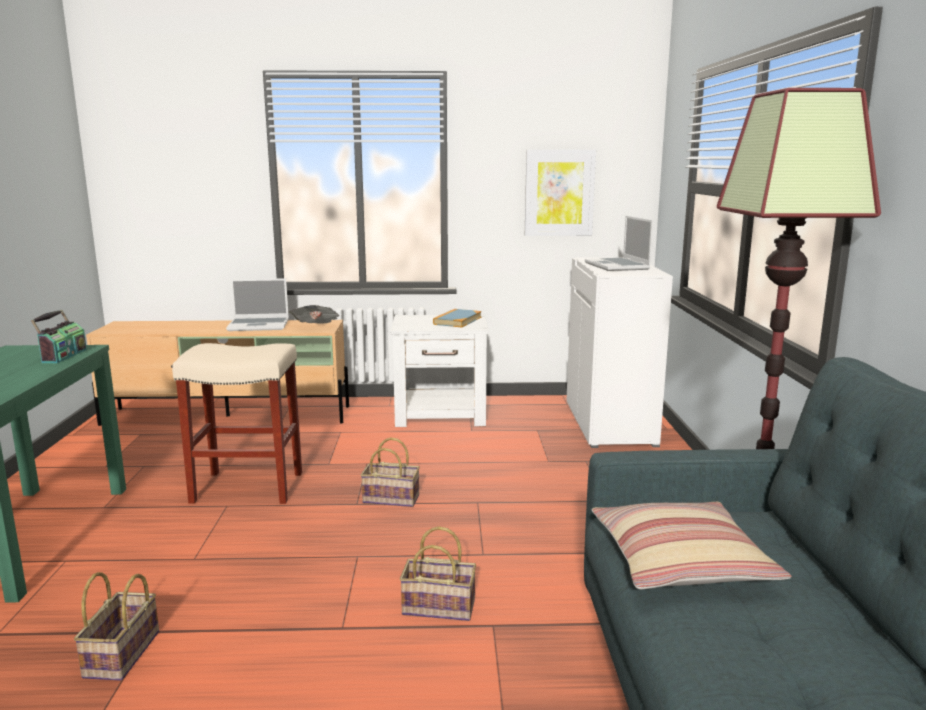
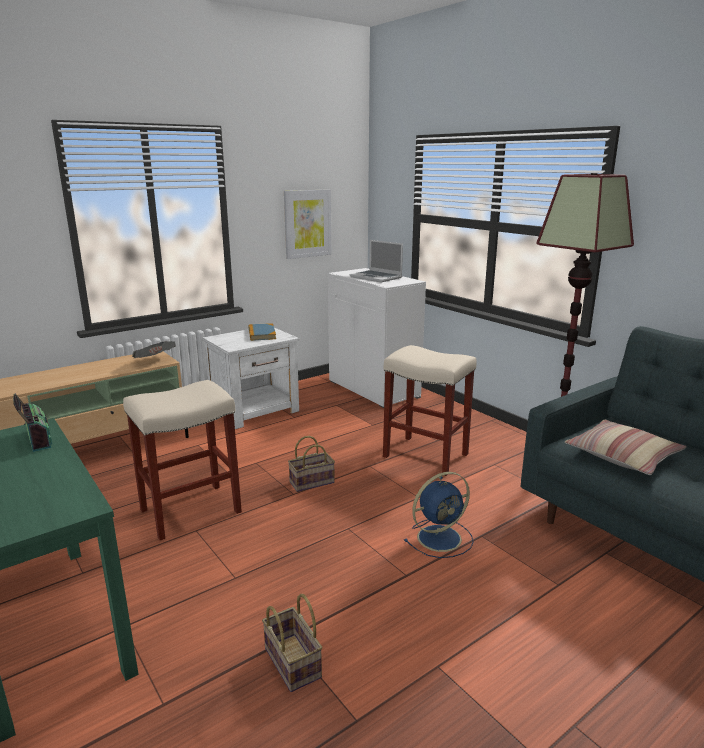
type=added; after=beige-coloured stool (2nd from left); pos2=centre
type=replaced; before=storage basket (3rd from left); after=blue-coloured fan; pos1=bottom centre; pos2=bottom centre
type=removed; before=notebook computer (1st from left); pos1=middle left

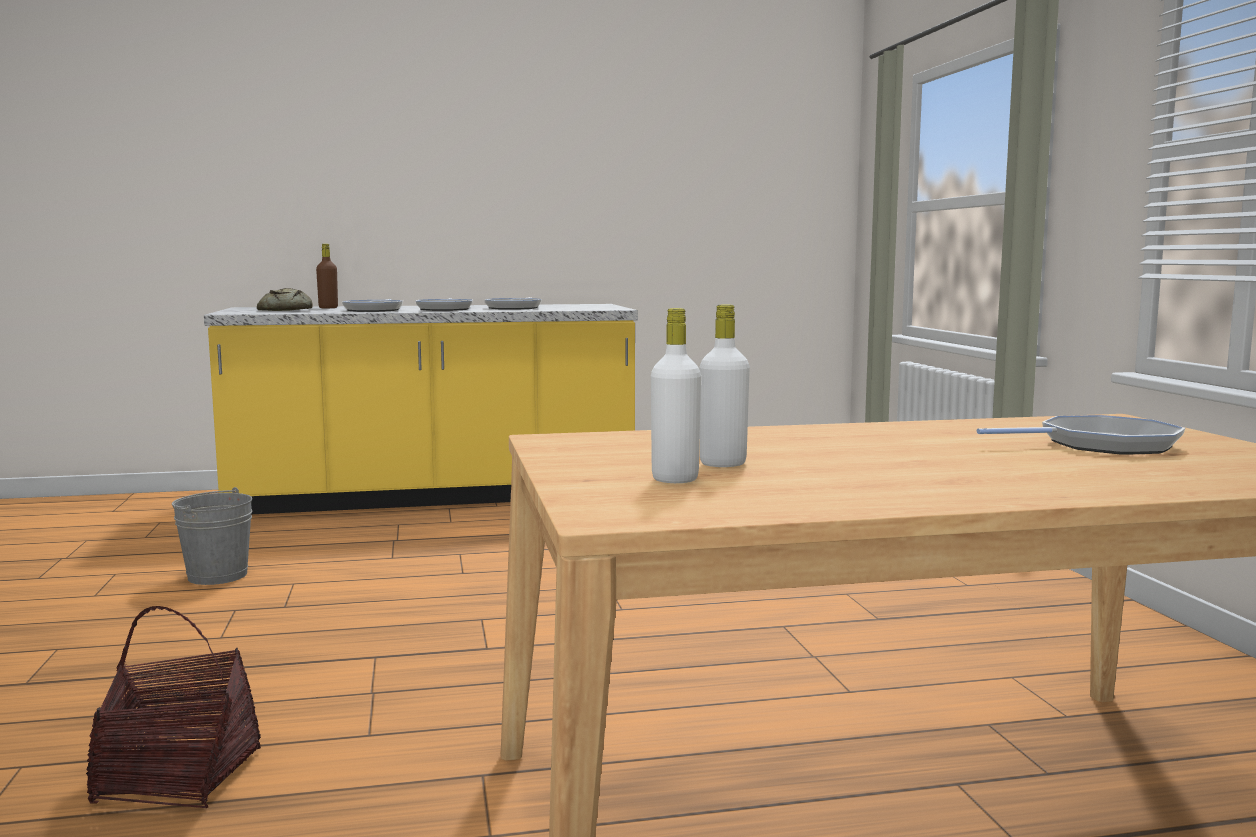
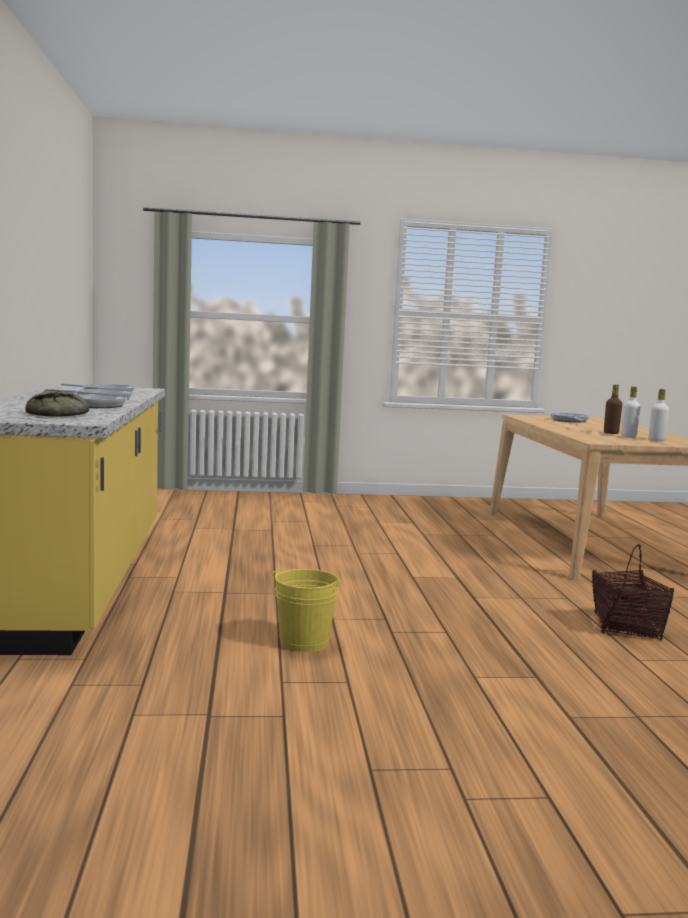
type=recoloured; before=grey pail; after=yellowish pail; pos1=middle left; pos2=centre
type=moved; before=brown-coloured beverage bottle; pos1=top left; pos2=middle right

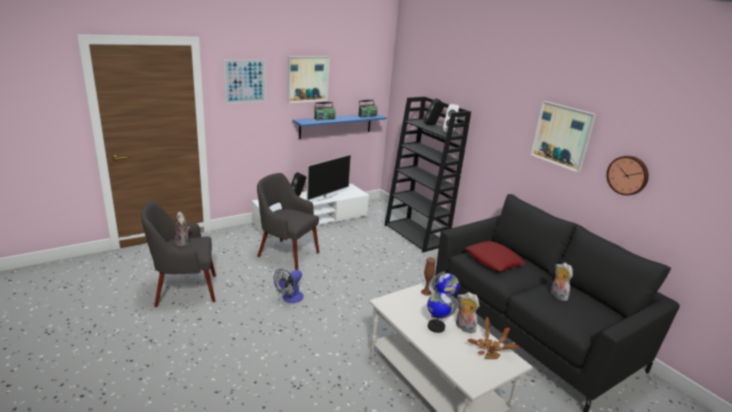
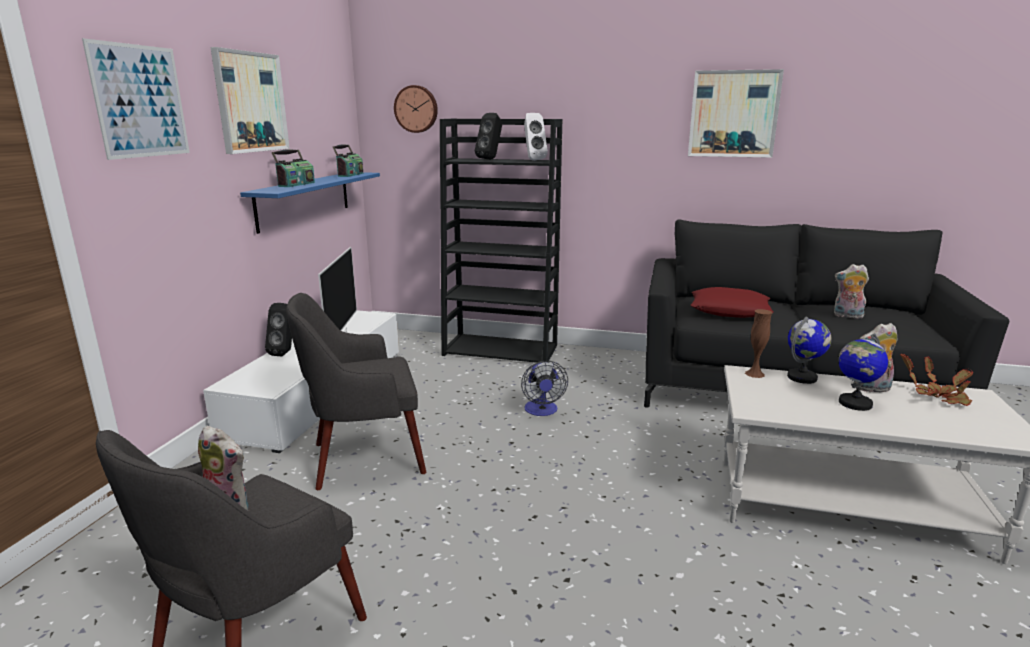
type=moved; before=wall clock; pos1=middle right; pos2=top centre
type=moved; before=fan; pos1=bottom centre; pos2=centre

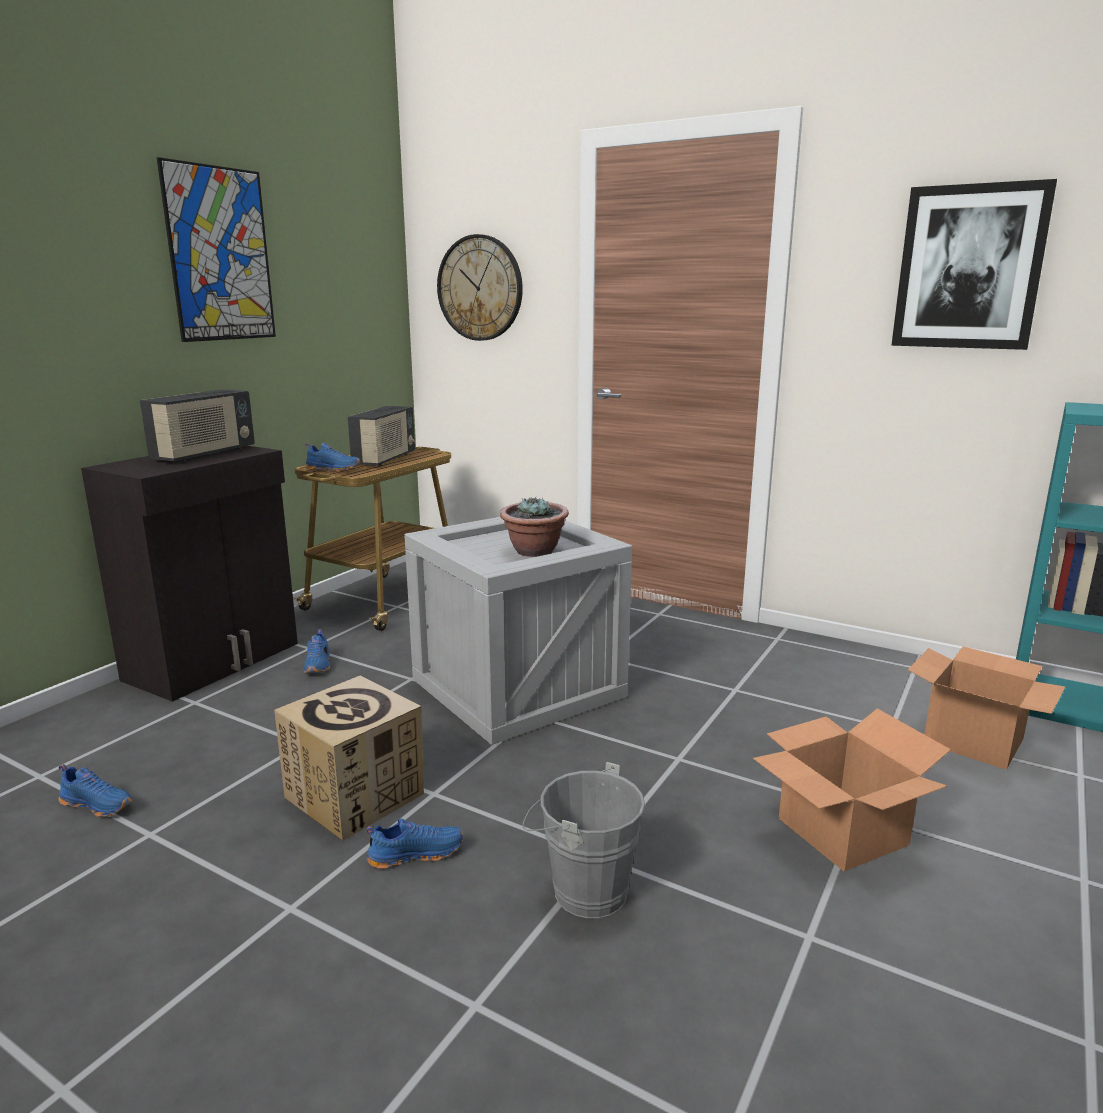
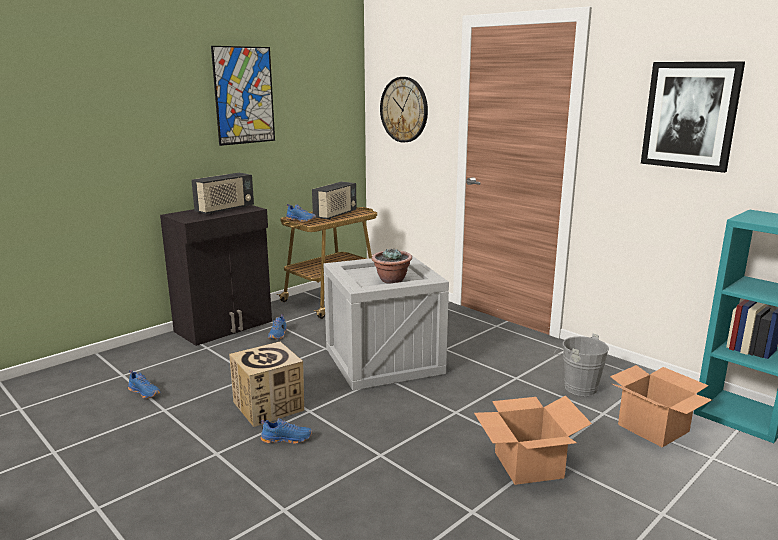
type=moved; before=grey pail; pos1=bottom centre; pos2=bottom right

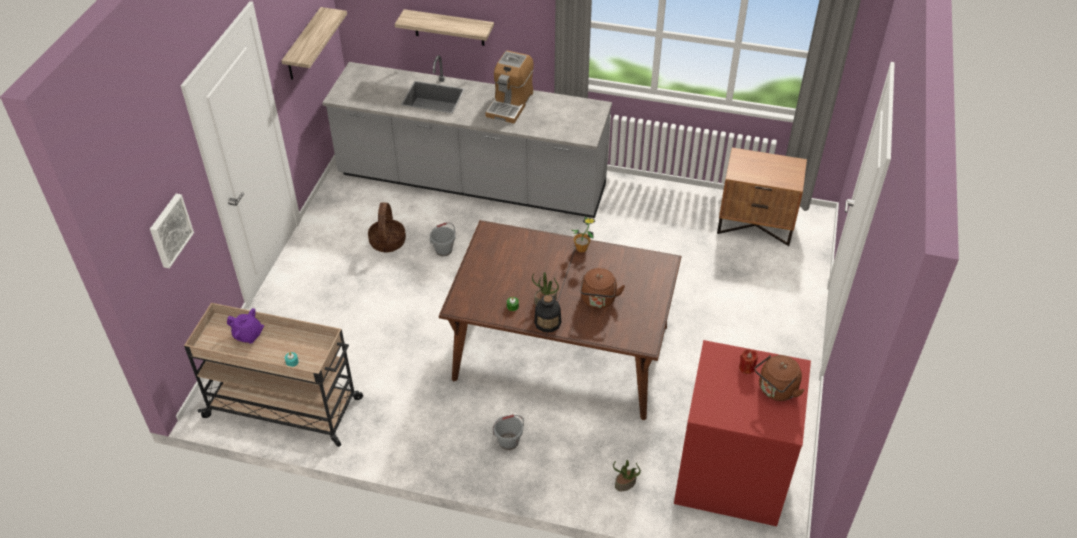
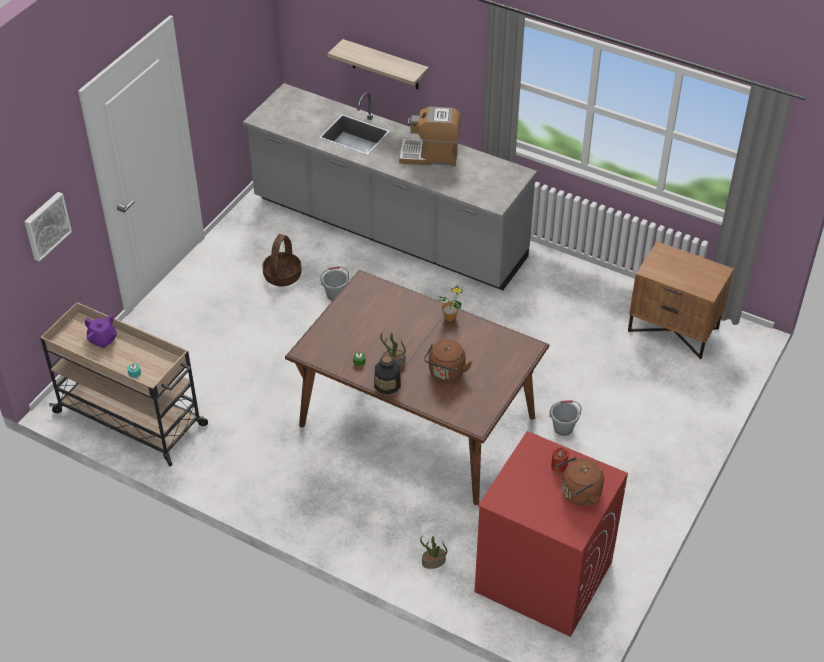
type=turned; before=coffee machine; pos1=top centre; pos2=top centre; turn=60
type=moved; before=grey pail (2nd from left); pos1=bottom centre; pos2=middle right
type=removed; before=wall shelf (1st from left); pos1=top left

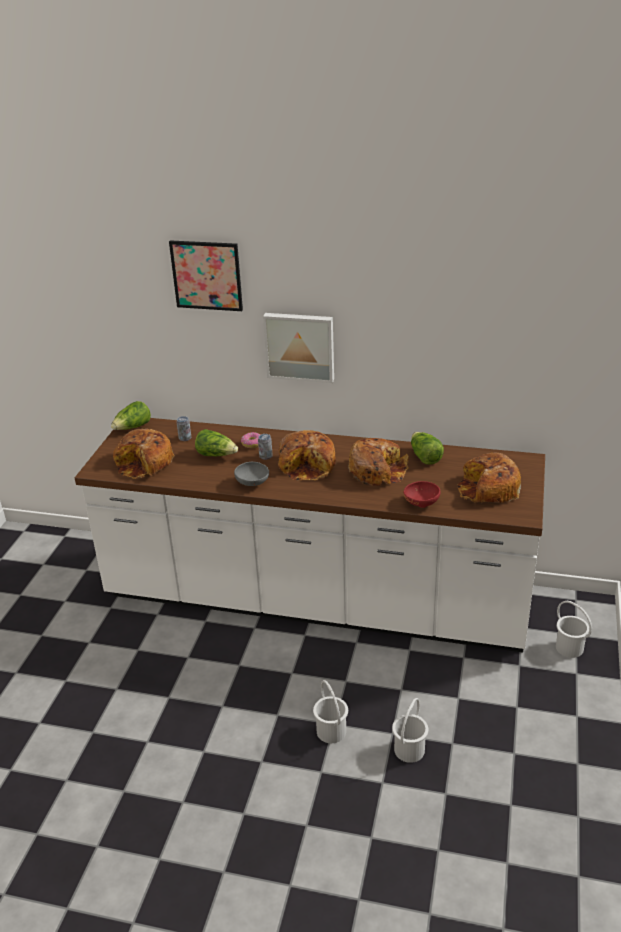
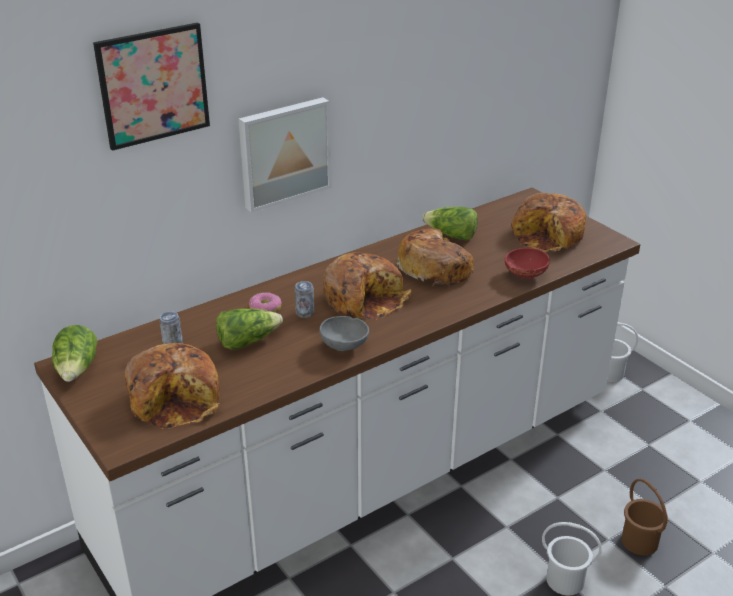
type=recoloured; before=white pail (2nd from left); after=brown-coloured pail; pos1=bottom centre; pos2=bottom right

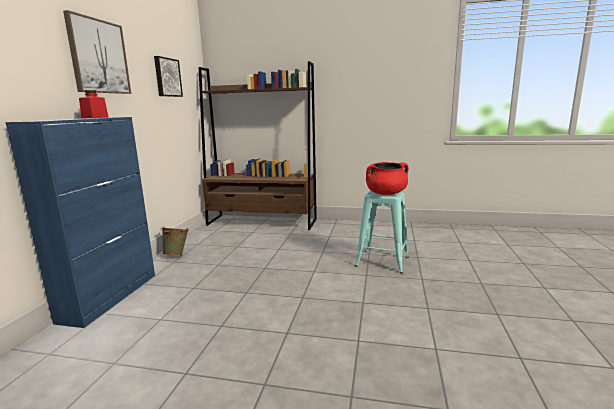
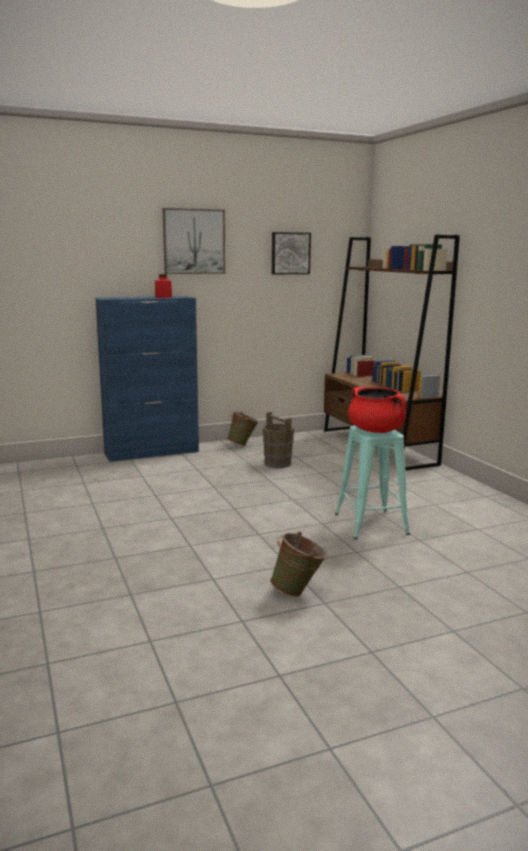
type=added; after=brown-coloured pail; pos2=centre
type=added; after=greenish pail (2nd from left); pos2=centre

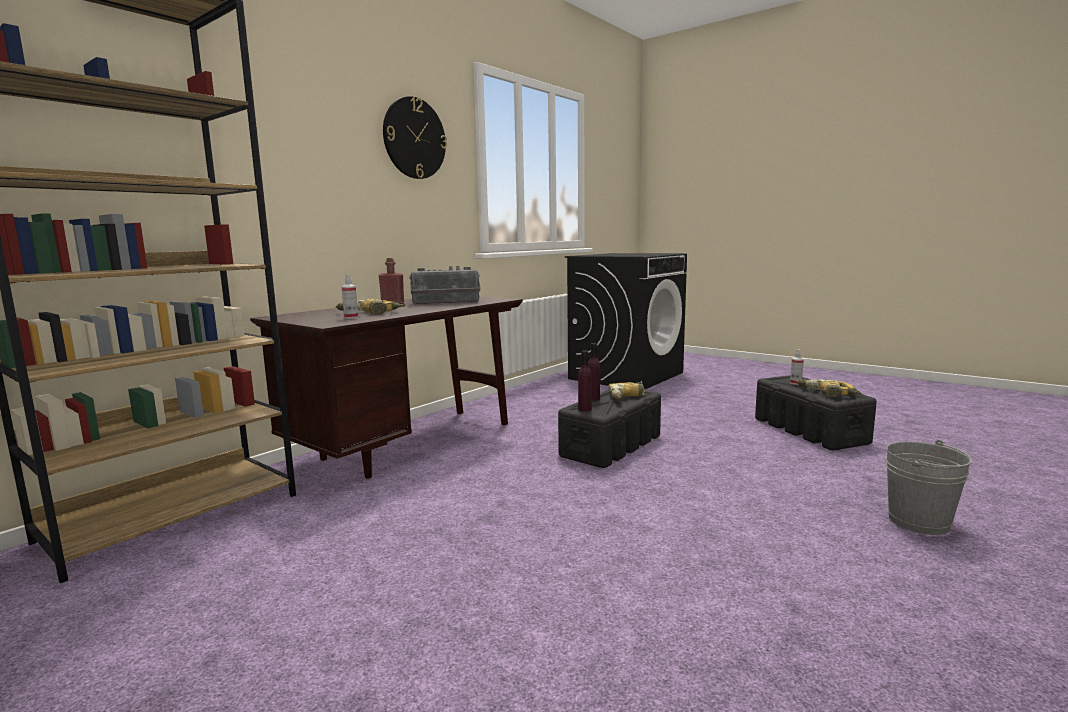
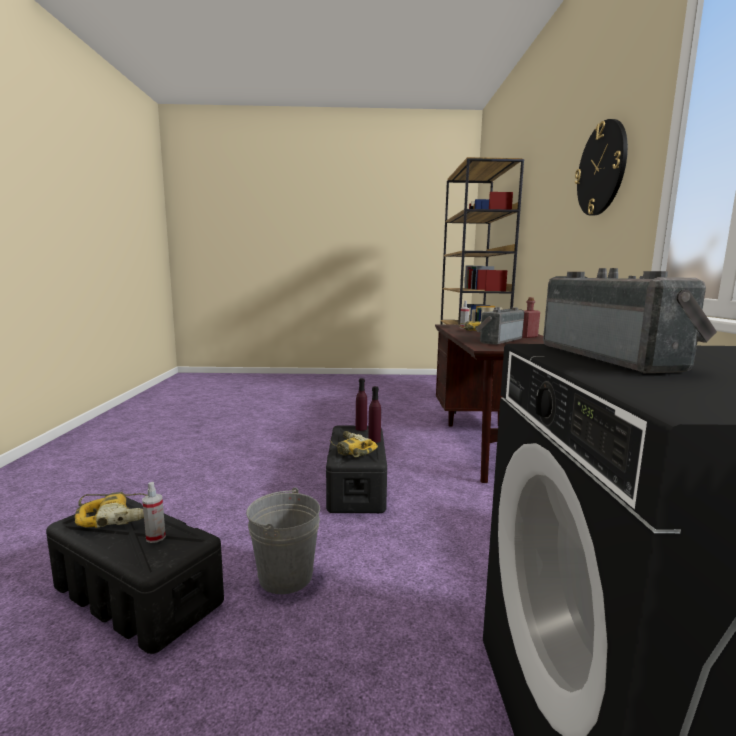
type=moved; before=grey pail; pos1=bottom right; pos2=bottom centre
type=added; after=radio (2nd from left); pos2=middle right

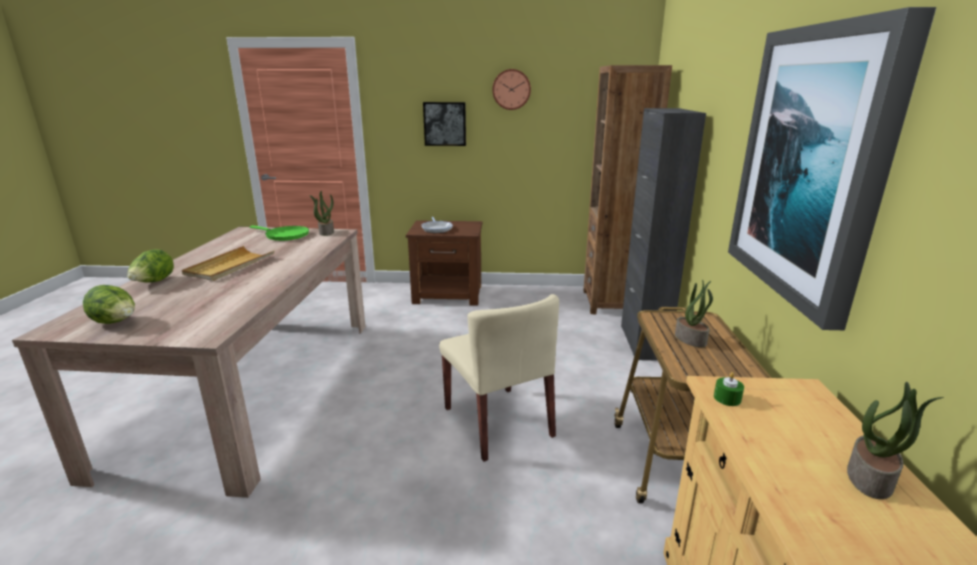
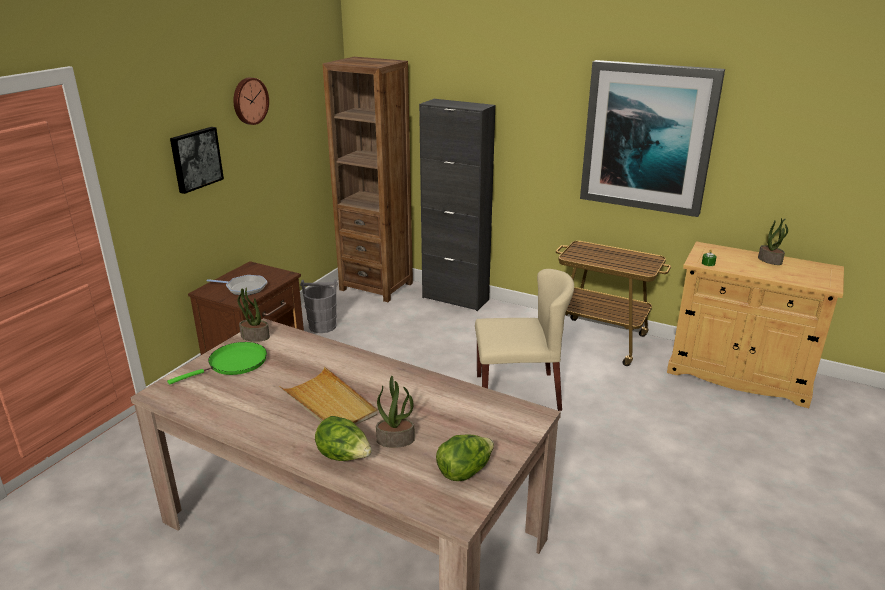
type=added; after=grey pail; pos2=centre
type=moved; before=houseplant (2nd from left); pos1=middle right; pos2=bottom centre

